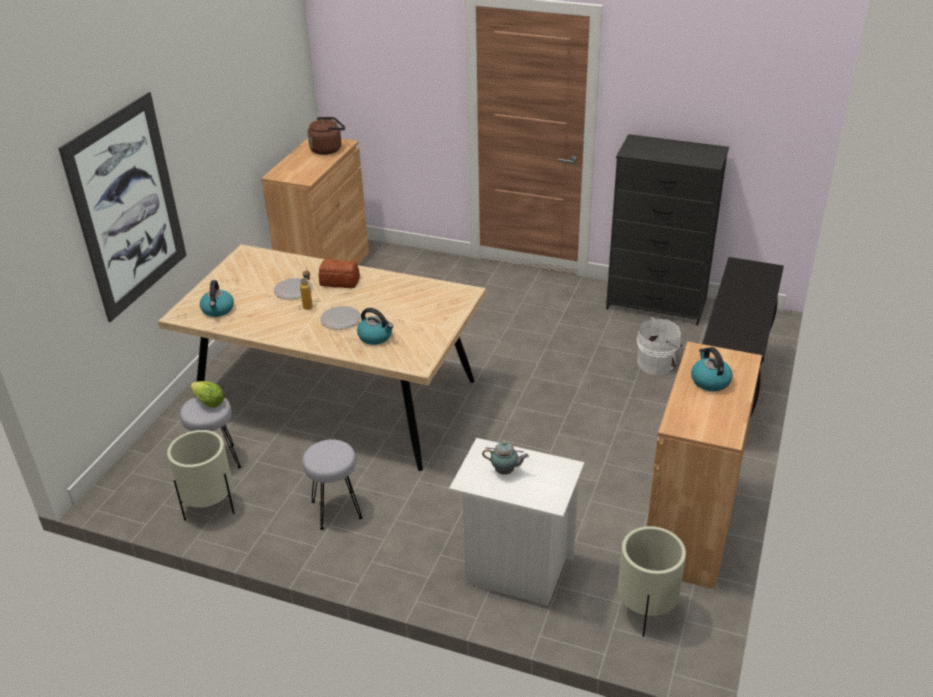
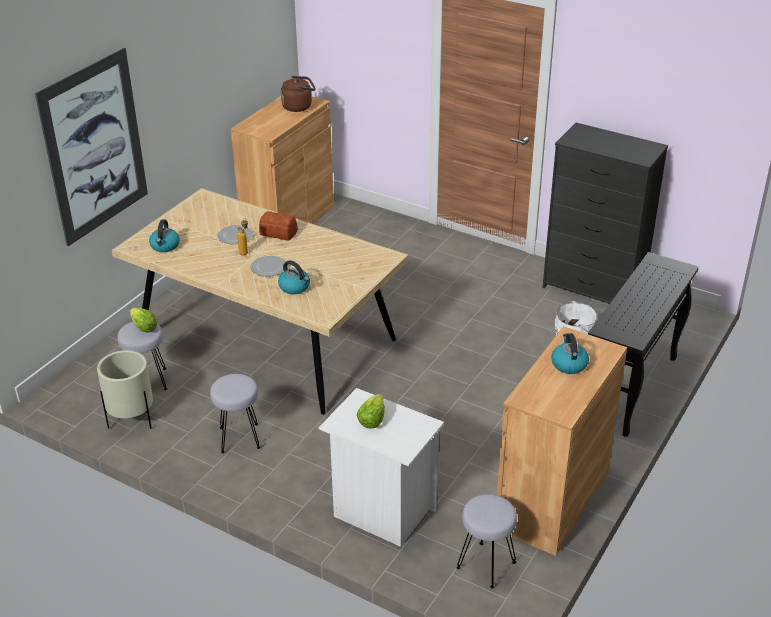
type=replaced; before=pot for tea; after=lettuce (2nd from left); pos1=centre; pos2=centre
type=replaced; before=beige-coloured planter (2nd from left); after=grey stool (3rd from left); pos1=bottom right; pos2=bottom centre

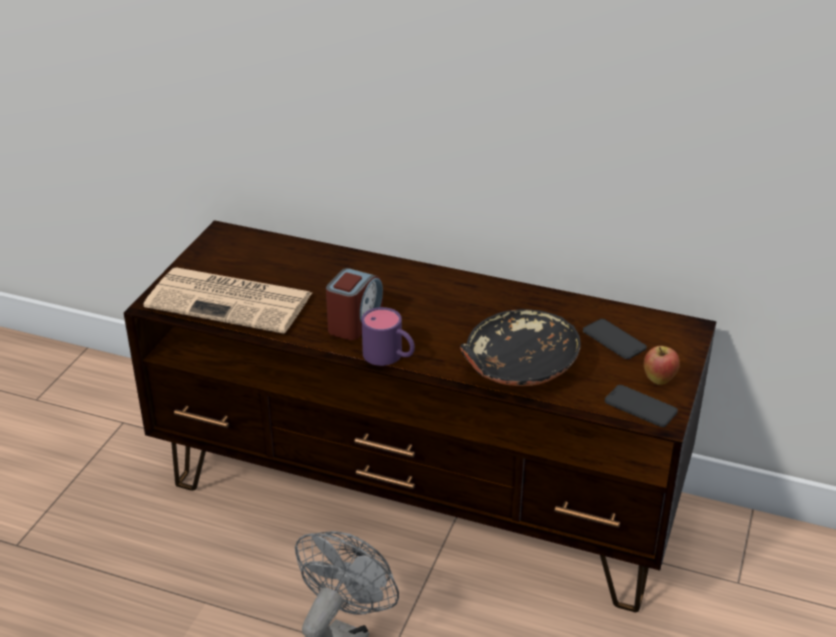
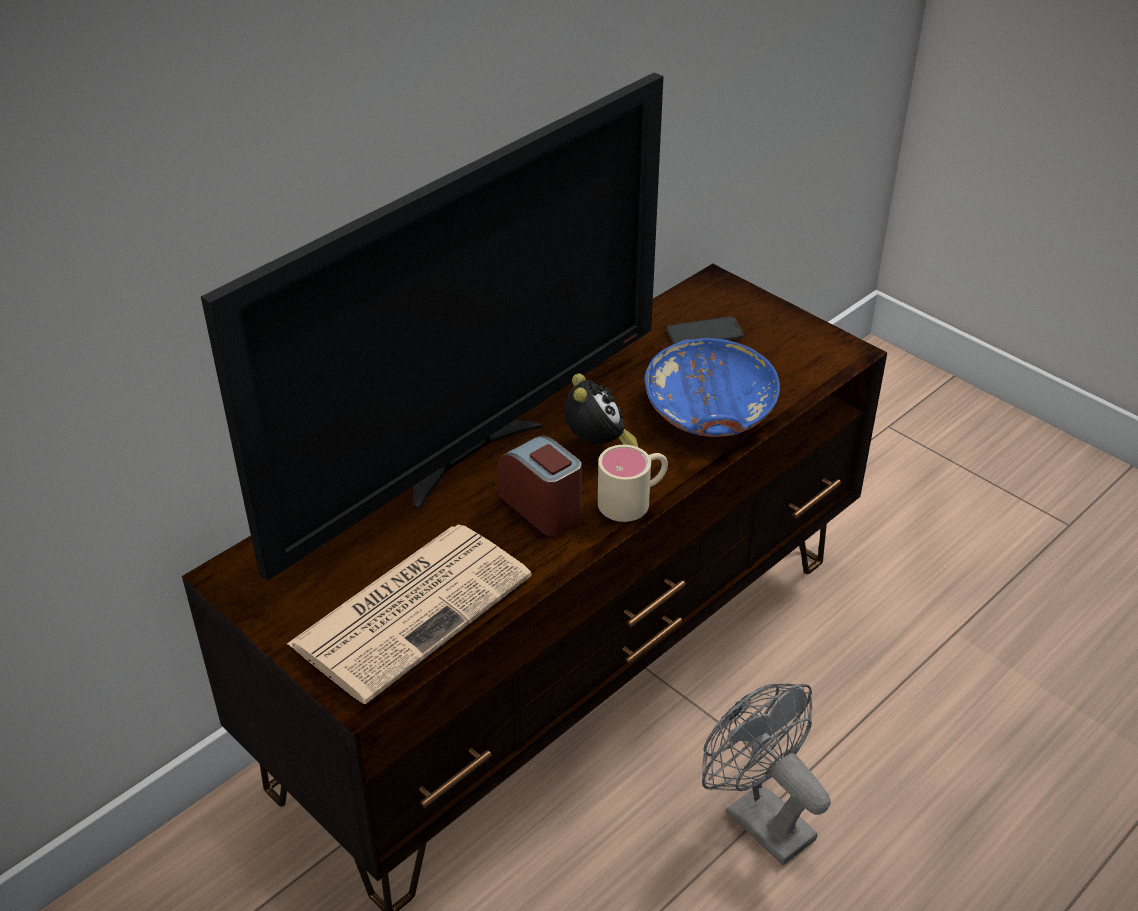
type=added; after=TV set; pos2=centre
type=added; after=table clock (2nd from left); pos2=centre
type=recoloured; before=purple coffee mug; after=beige-coloured coffee mug; pos1=centre; pos2=centre
type=recoloured; before=black deep dish; after=blue-coloured deep dish; pos1=centre; pos2=centre
type=removed; before=handset (2nd from left); pos1=middle right
type=removed; before=apple; pos1=middle right

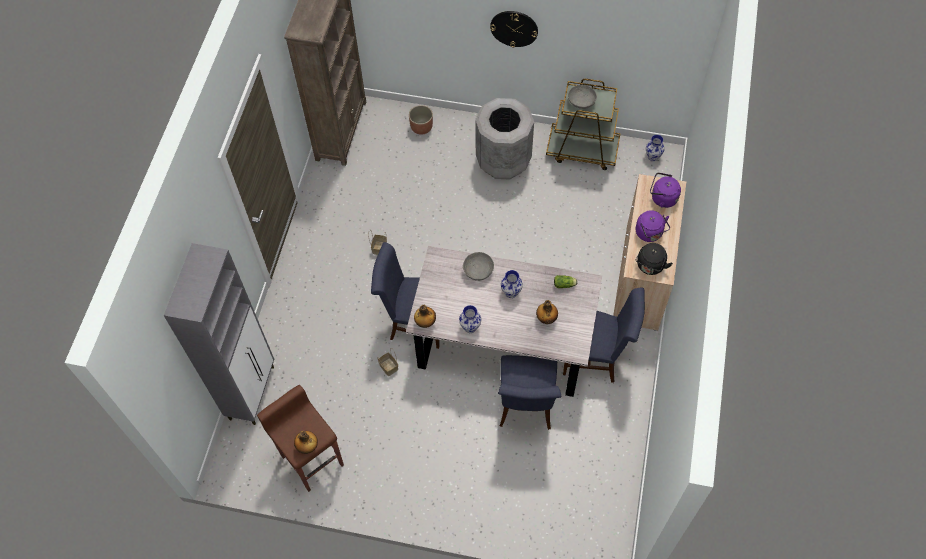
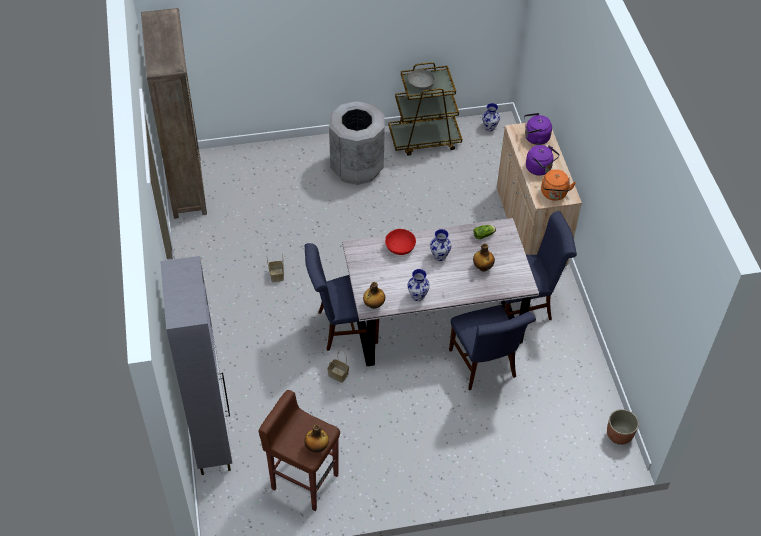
type=recoloured; before=grey deep dish (1st from left); after=reddish deep dish; pos1=centre; pos2=centre
type=recoloured; before=black water kettle; after=orange water kettle; pos1=middle right; pos2=middle right
type=moved; before=planter; pos1=top centre; pos2=bottom right
type=removed; before=wall clock; pos1=top centre

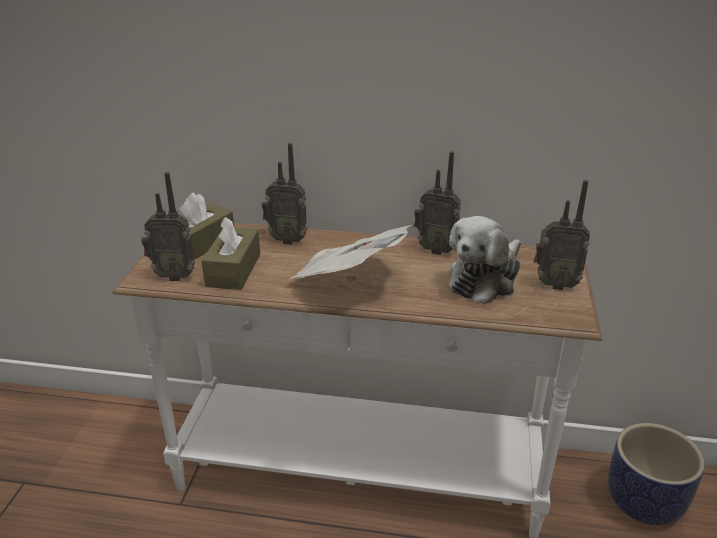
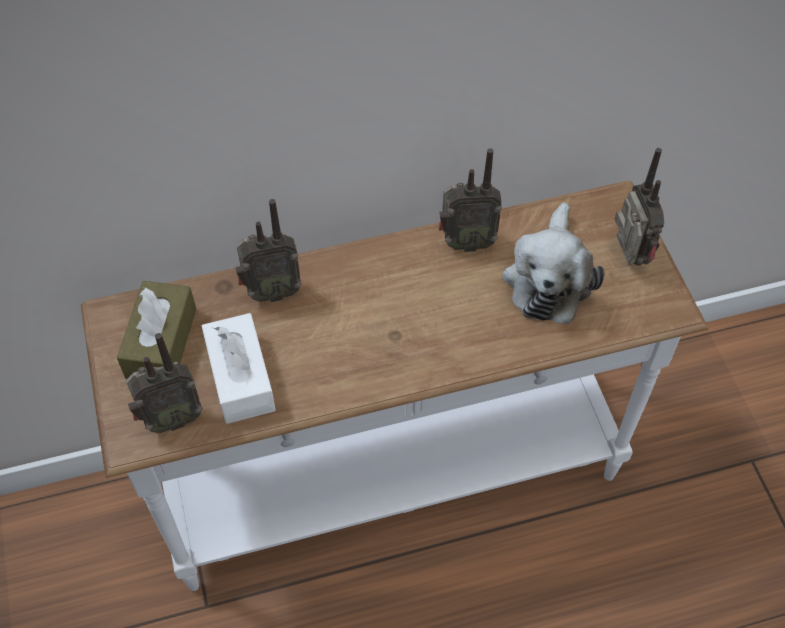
type=recoloured; before=brown-coloured tissue holder (2nd from left); after=white tissue holder; pos1=middle left; pos2=middle left
type=turned; before=radio (4th from left); pos1=middle right; pos2=top right; turn=-90
type=removed; before=newspaper; pos1=centre
type=removed; before=planter; pos1=bottom right

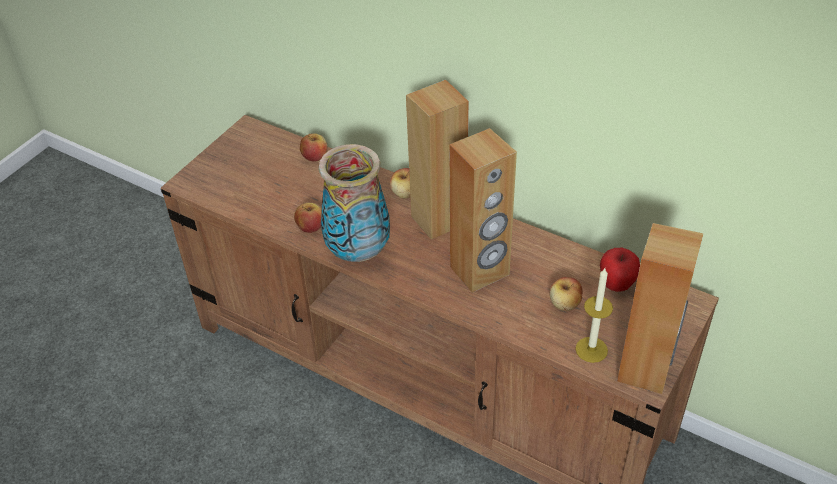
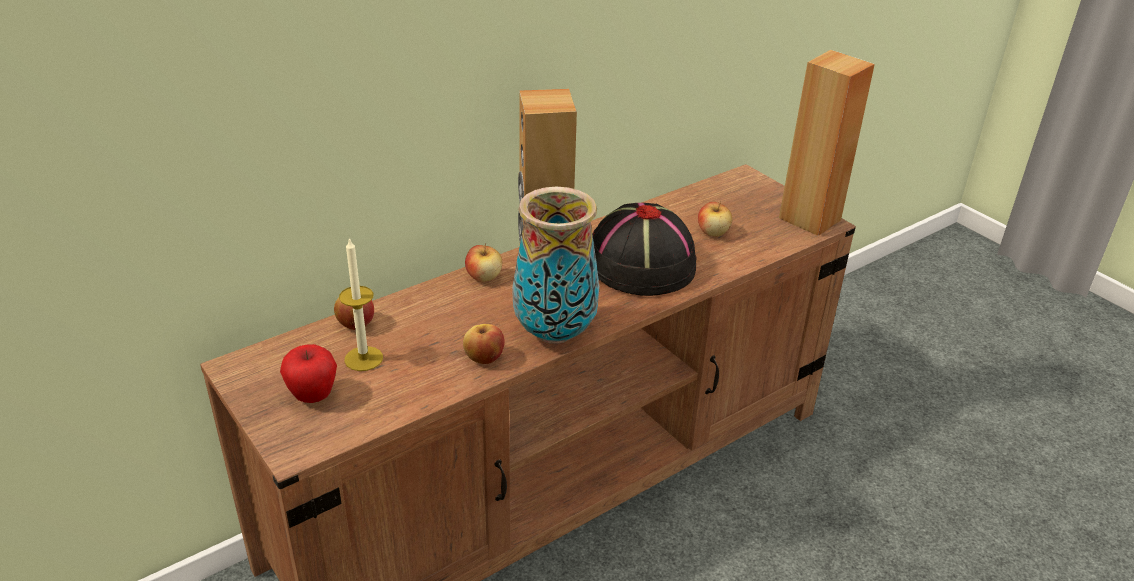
type=moved; before=apple (5th from left in the first image); after=apple (1st from left); pos1=middle right; pos2=middle left
type=moved; before=wax light; pos1=middle right; pos2=middle left
type=replaced; before=brown-coloured audio speaker (2nd from left); after=black wearable hat; pos1=centre; pos2=centre

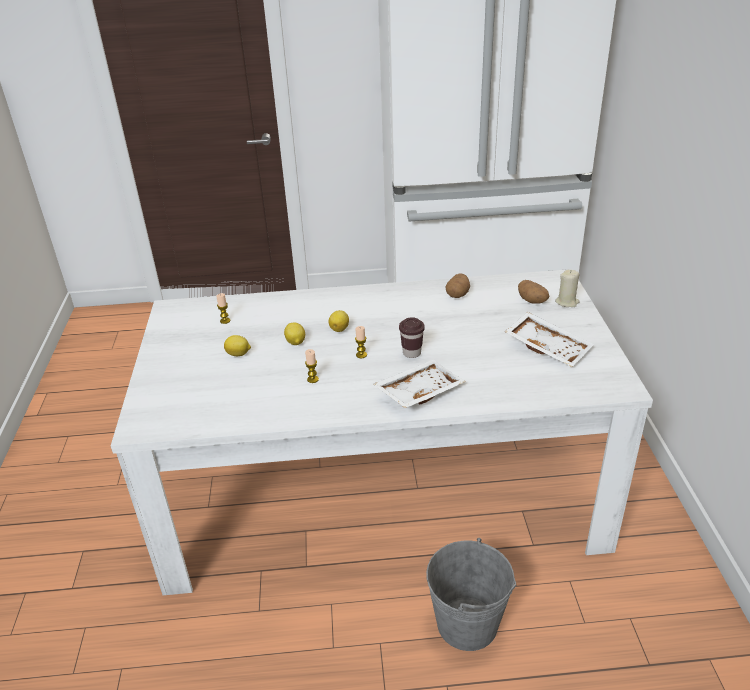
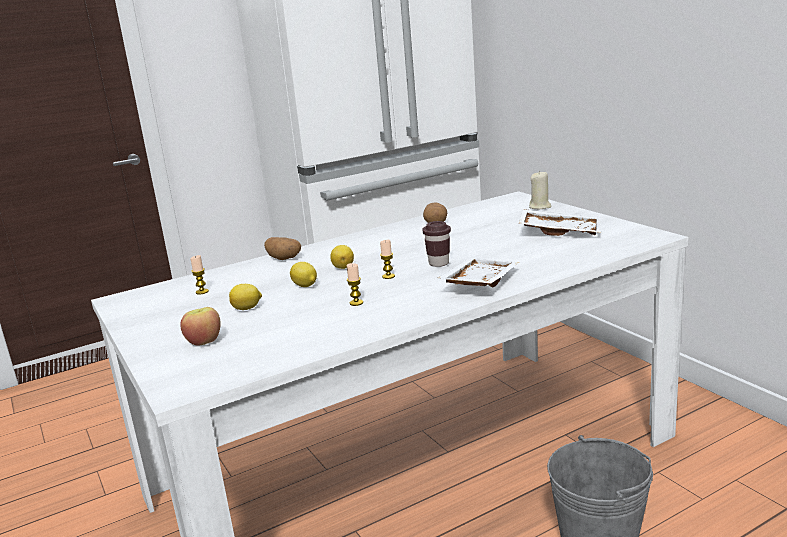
type=added; after=apple; pos2=middle left
type=moved; before=spud (2nd from left in the first image); after=spud (1st from left); pos1=middle right; pos2=centre

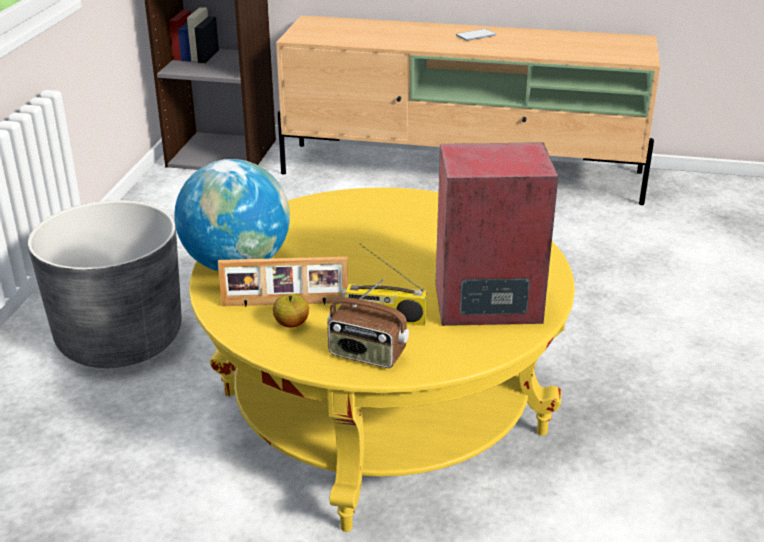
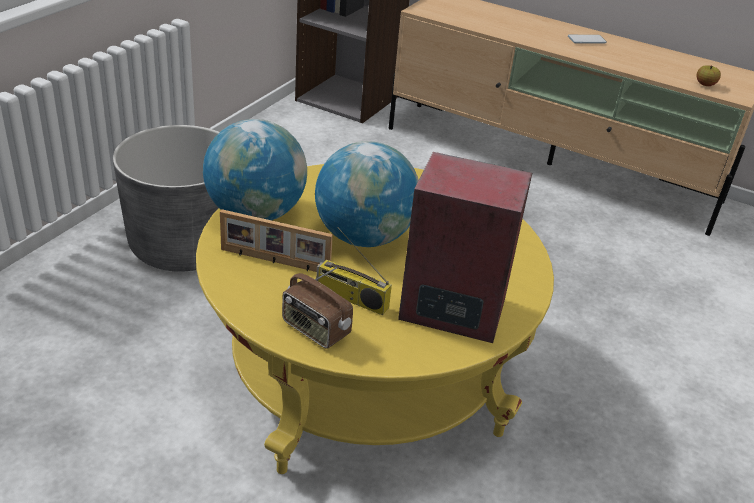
type=added; after=desk globe (2nd from left); pos2=centre
type=moved; before=apple; pos1=centre; pos2=top right

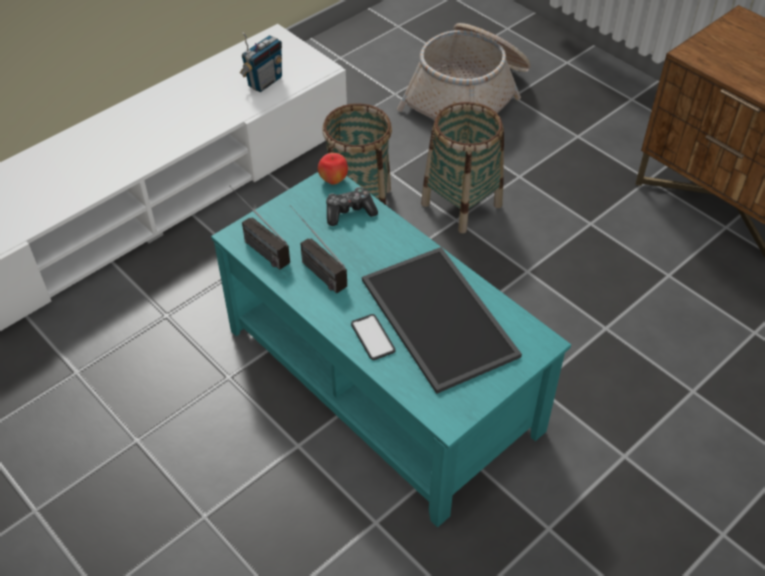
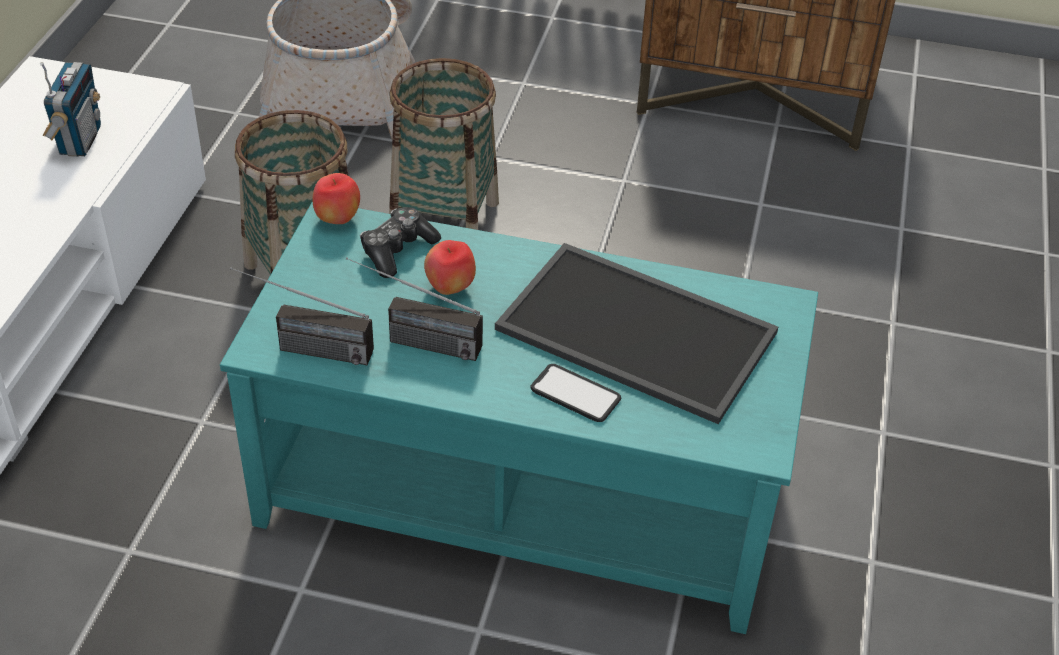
type=added; after=apple (2nd from left); pos2=centre

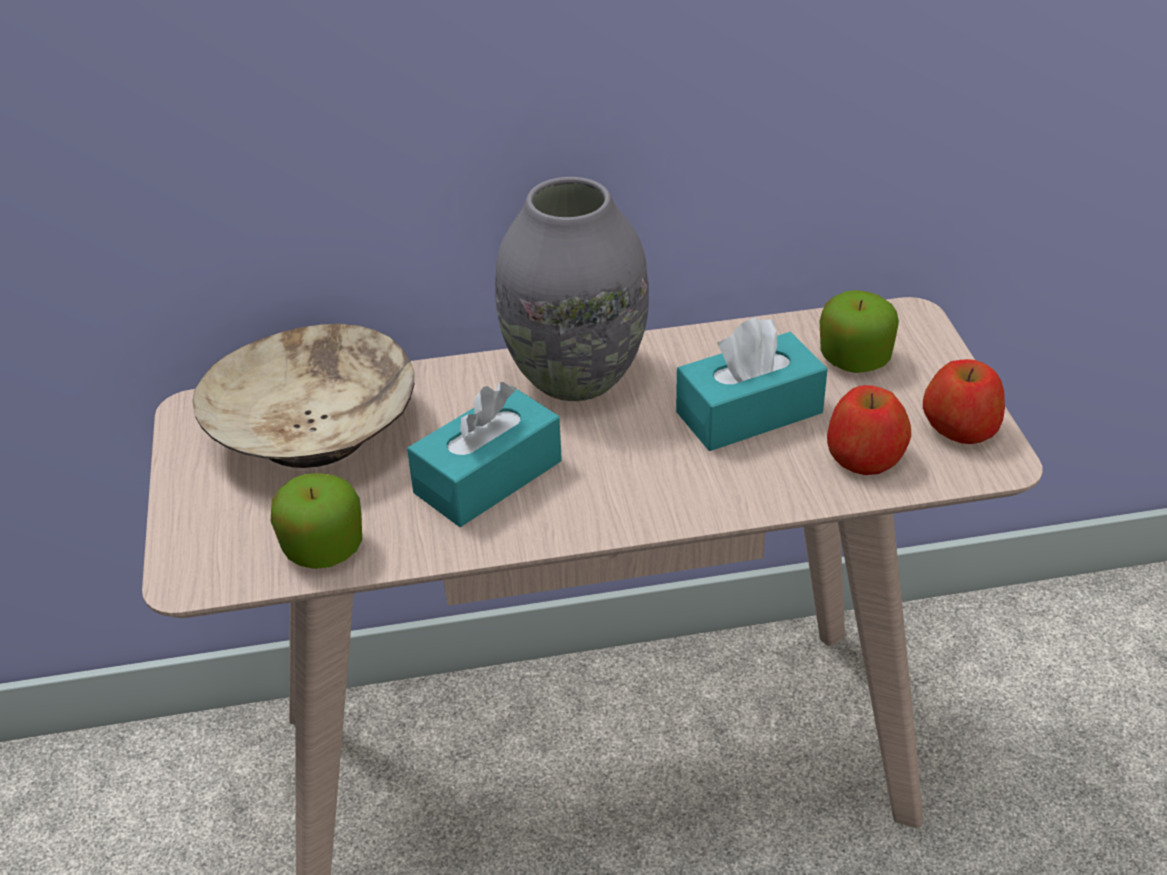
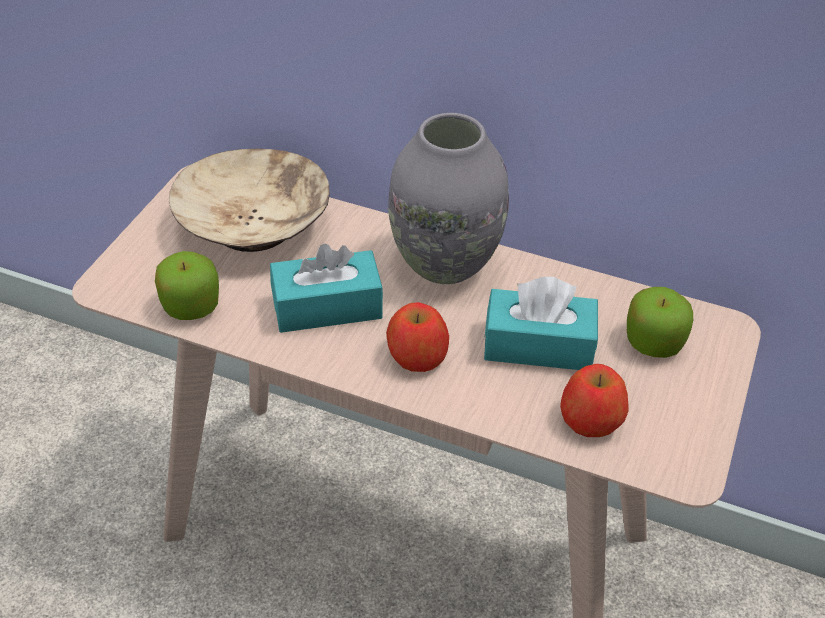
type=moved; before=apple (4th from left in the first image); after=apple (2nd from left); pos1=middle right; pos2=centre

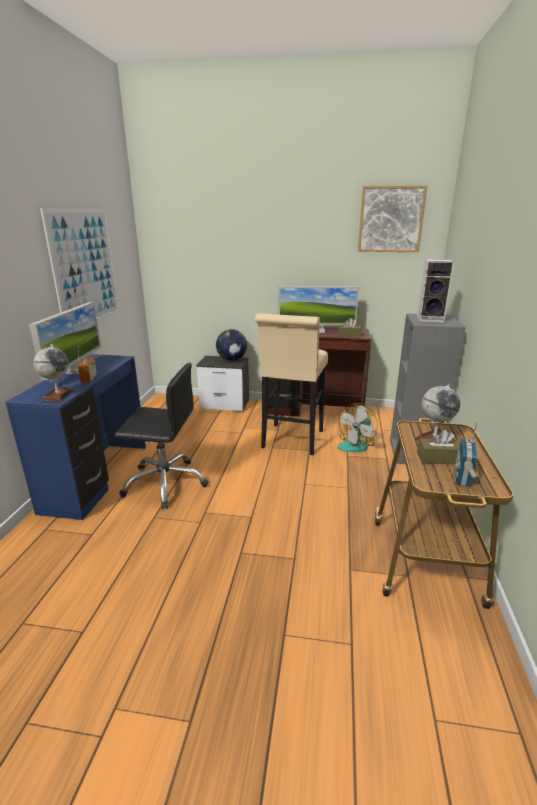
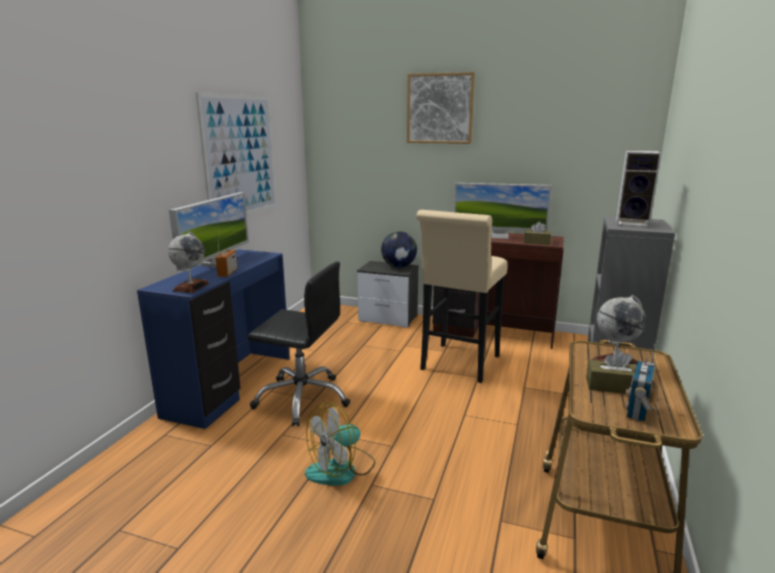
type=moved; before=fan; pos1=centre; pos2=bottom centre
type=moved; before=wall art (2nd from left); pos1=top right; pos2=top centre

